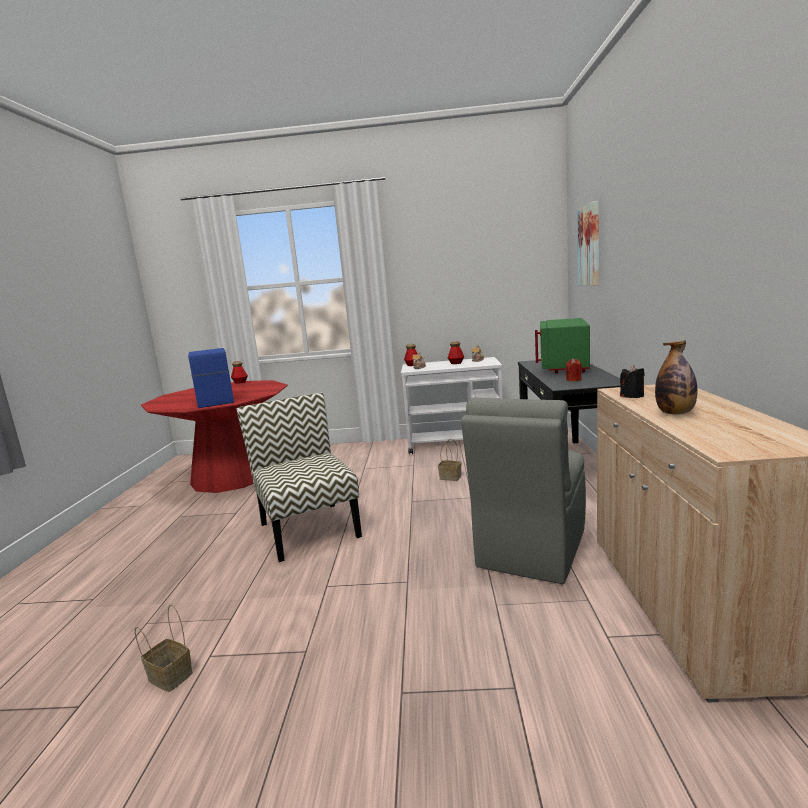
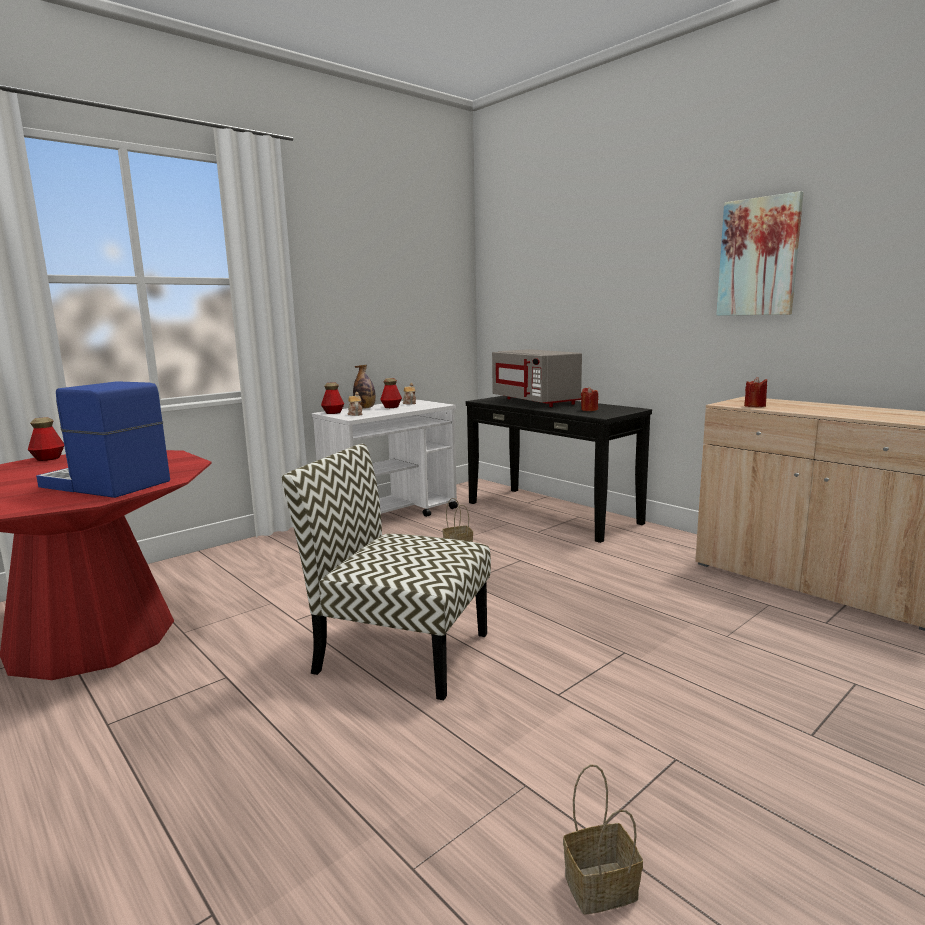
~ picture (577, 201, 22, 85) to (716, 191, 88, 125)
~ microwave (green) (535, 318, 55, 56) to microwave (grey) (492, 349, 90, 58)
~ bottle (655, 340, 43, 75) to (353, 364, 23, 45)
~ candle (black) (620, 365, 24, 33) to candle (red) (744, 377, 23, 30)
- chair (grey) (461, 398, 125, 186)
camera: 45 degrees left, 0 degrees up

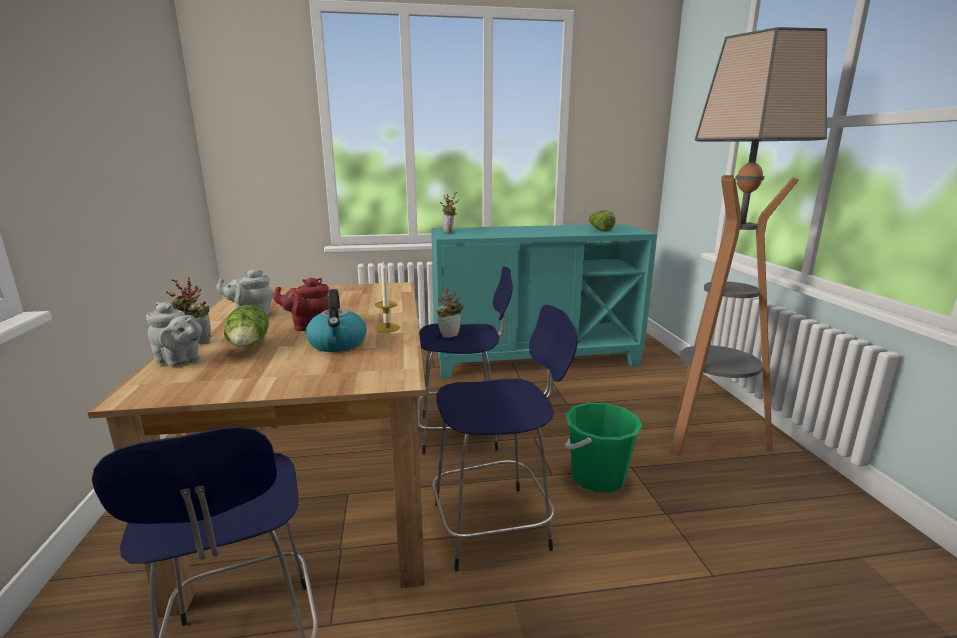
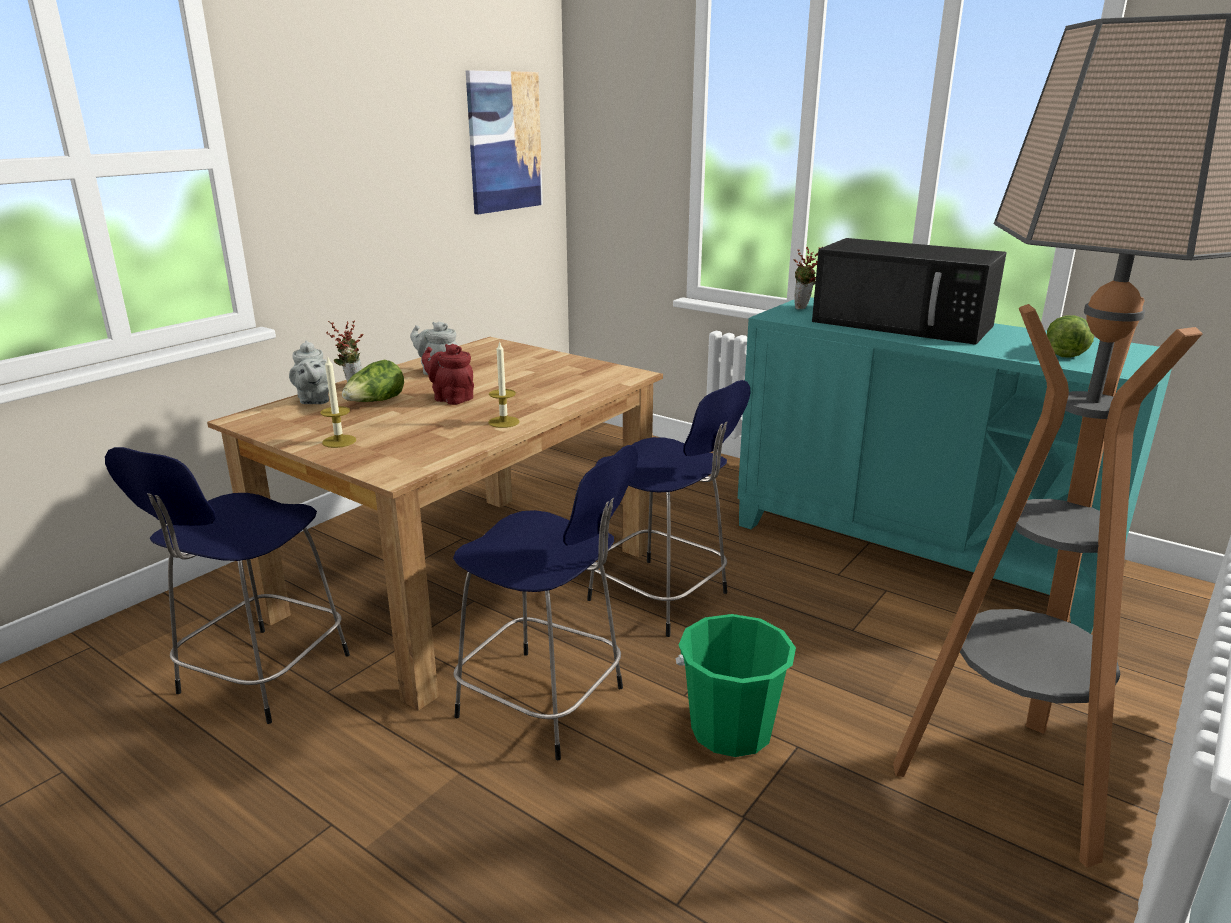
- potted plant (436, 285, 28, 53)
- kettle (306, 289, 61, 63)
+ picture (466, 71, 77, 143)
+ microwave (black) (812, 238, 195, 107)
+ candle (321, 358, 35, 90)
camera: 45 degrees right, 5 degrees up

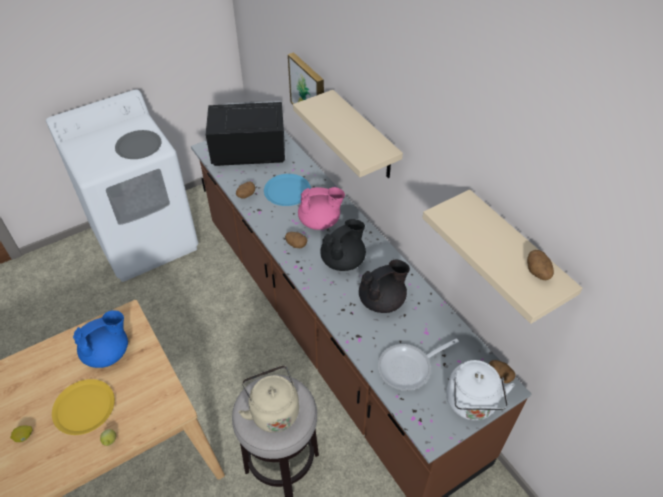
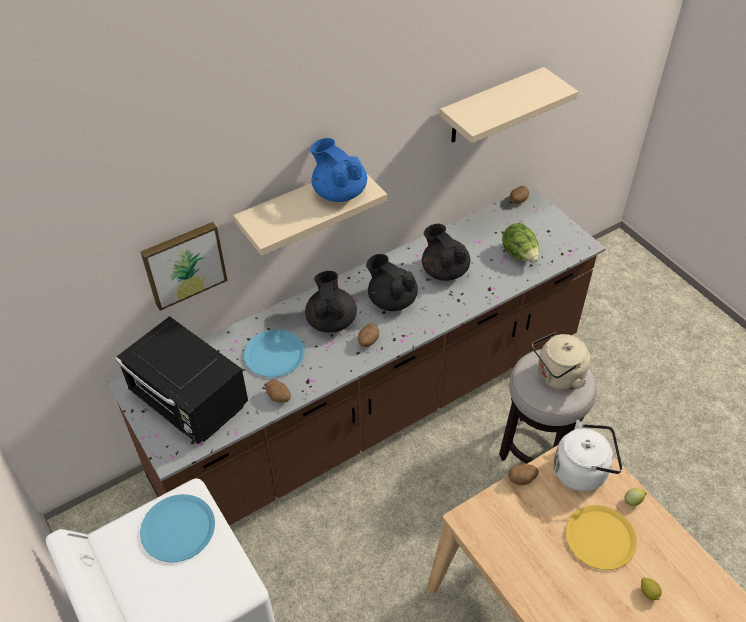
~ microwave (black) (206, 101, 79, 65) = (115, 316, 133, 128) 45 degrees counterclockwise
~ plate (grey) (115, 130, 47, 29) to plate (blue) (140, 494, 75, 68)
~ teapot (pink) (298, 187, 47, 43) to teapot (black) (305, 271, 52, 62)
~ potato (527, 250, 27, 30) to (508, 464, 31, 21)
~ teapot (blue) (73, 310, 55, 58) to (310, 138, 57, 64)
~ frying pan (378, 338, 81, 53) to lettuce (502, 223, 37, 39)
~ kettle (white) (446, 360, 69, 61) to (554, 420, 69, 72)
camera: 90 degrees left, 0 degrees up

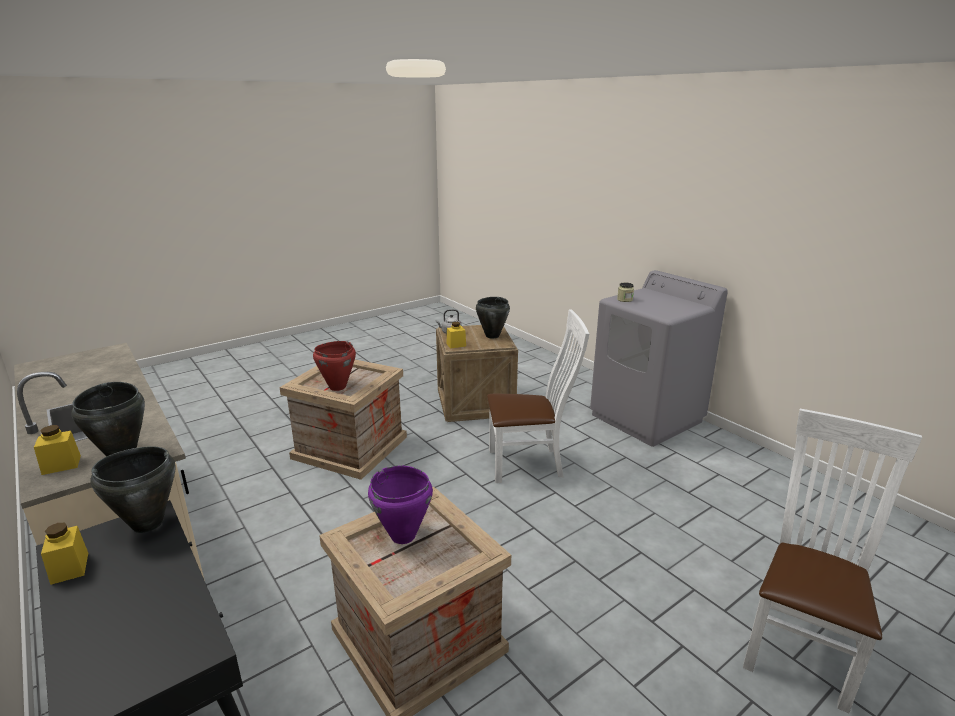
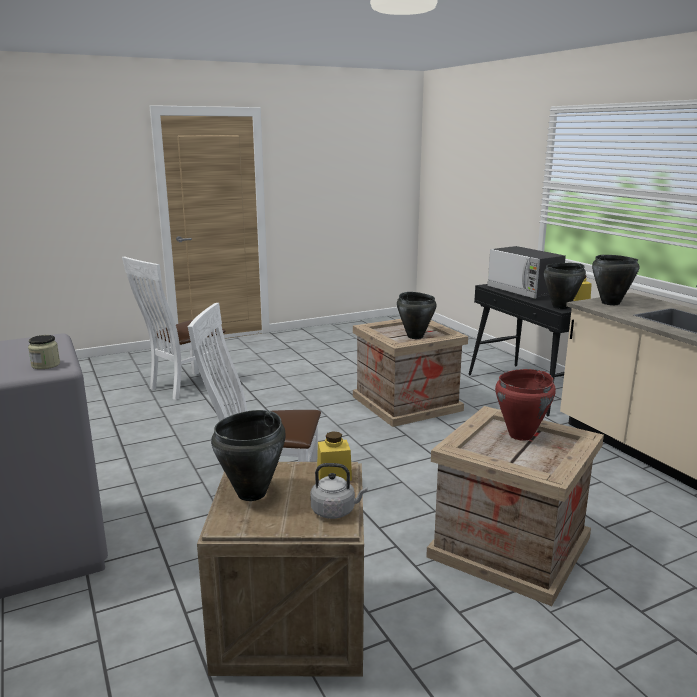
- jar (yellow) (34, 425, 47, 50)
~ cooking pot (purple) (368, 465, 65, 79) to cooking pot (black) (397, 292, 40, 47)
+ microwave (487, 246, 79, 53)
camera: 170 degrees left, 5 degrees down

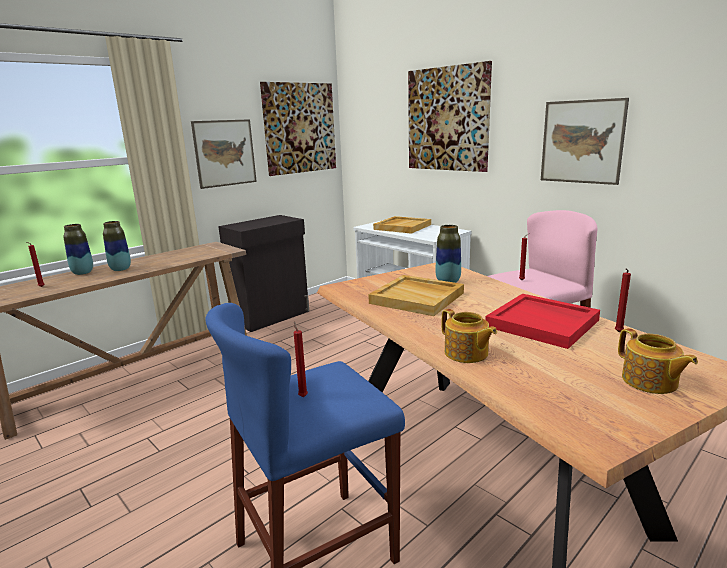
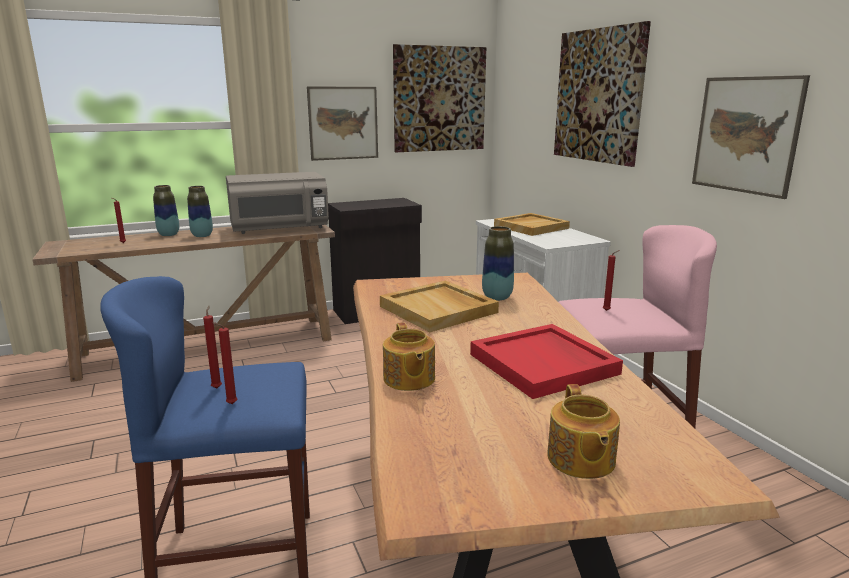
~ candle (red) (615, 268, 16, 64) to (212, 322, 25, 82)
+ microwave (grey) (226, 172, 103, 62)
camera: 20 degrees right, 0 degrees up

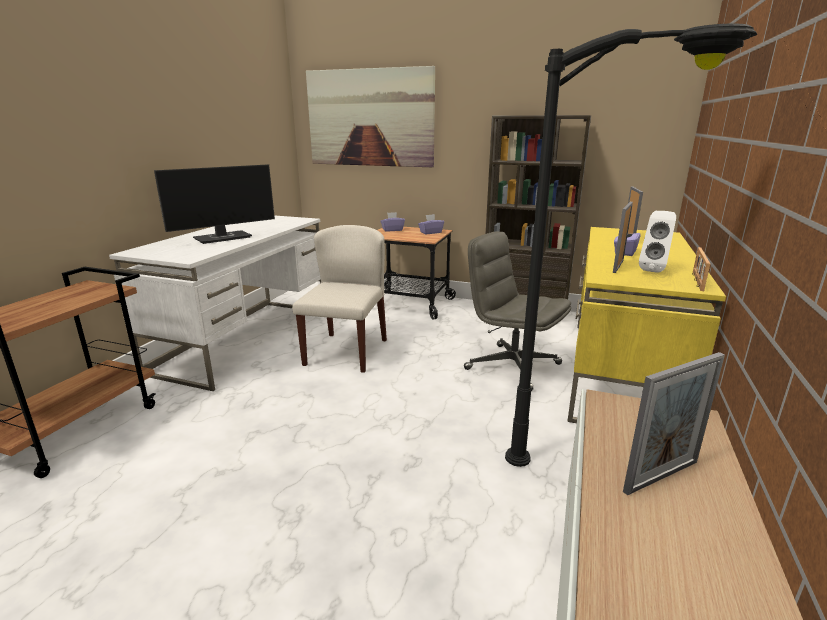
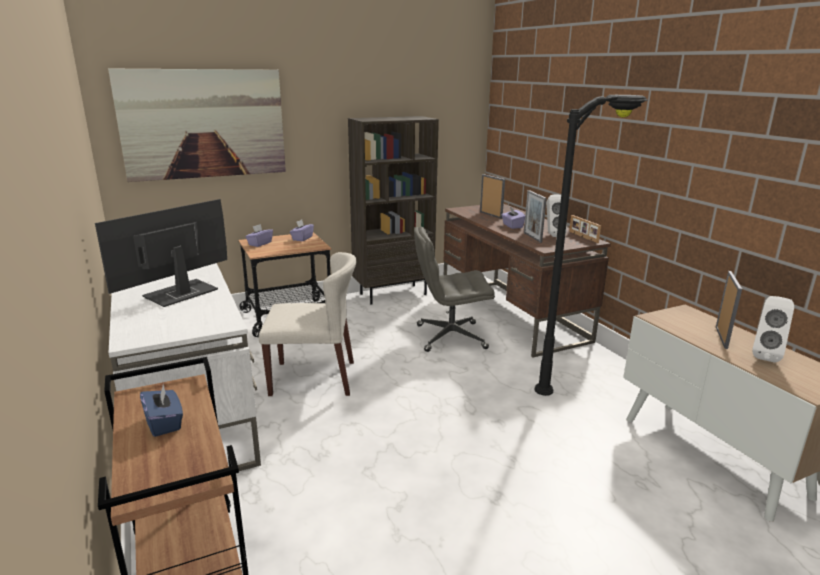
~ monitor (154, 164, 121, 80) = (95, 199, 132, 108) 150 degrees counterclockwise
~ chair (beige) (292, 225, 95, 148) = (259, 252, 97, 144) 120 degrees clockwise
~ desk (yellow) (567, 227, 159, 196) to desk (brown) (444, 204, 167, 154)
+ speaker (white) (752, 296, 42, 66)
+ tissue box (blue) (140, 382, 43, 55)
camera: 45 degrees left, 0 degrees up

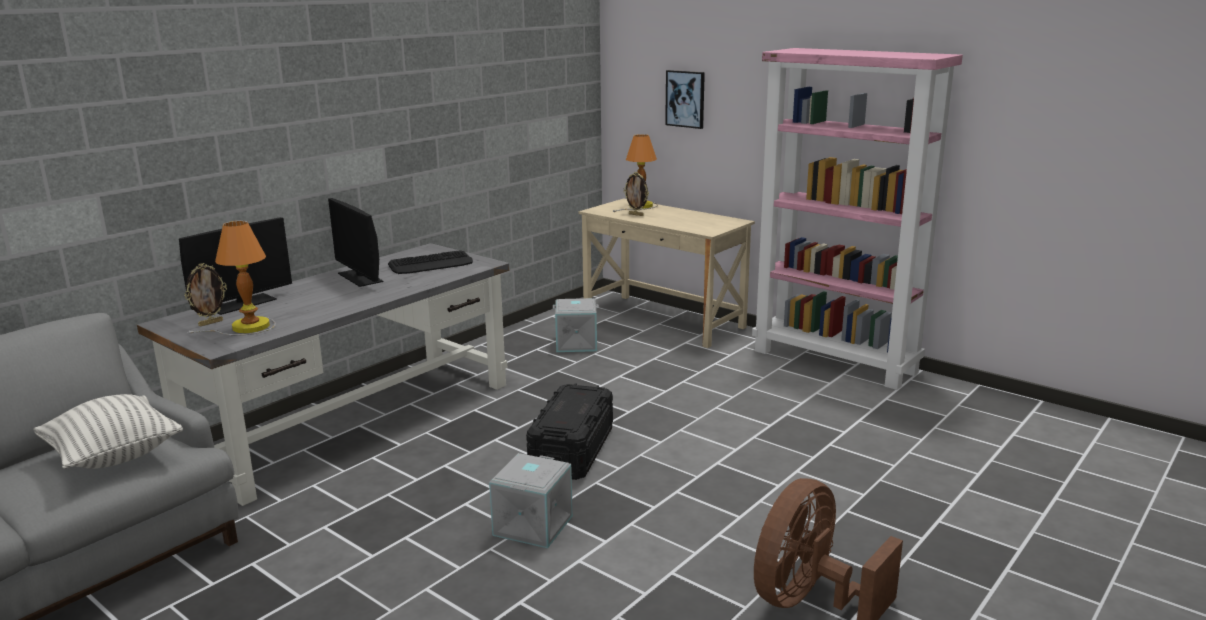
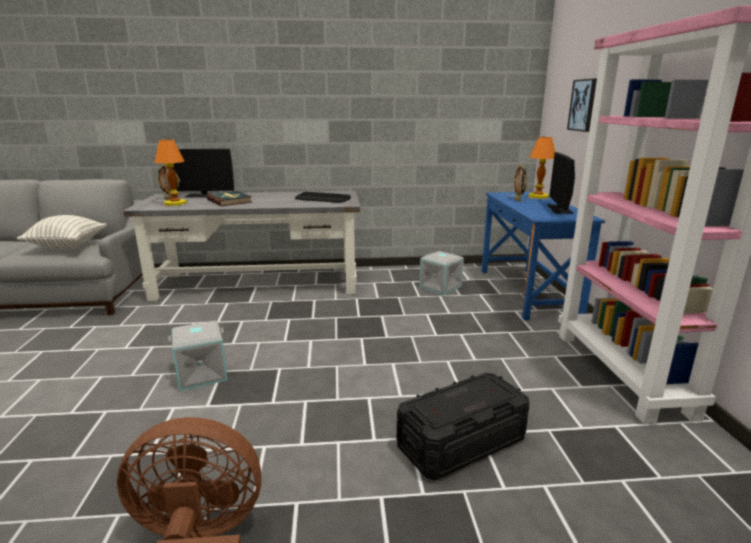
~ monitor (328, 198, 55, 89) to (547, 152, 28, 62)
~ desk (beige) (579, 198, 176, 150) to desk (blue) (482, 192, 123, 128)
~ storage box (black) (526, 383, 87, 97) to (397, 373, 132, 108)
+ book (206, 191, 46, 15)
camera: 45 degrees right, 0 degrees up

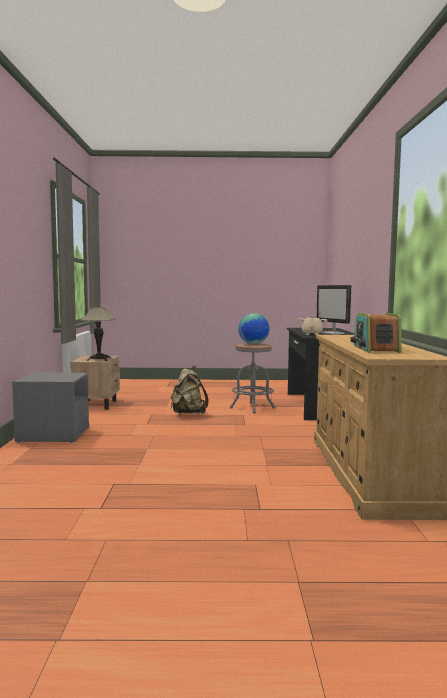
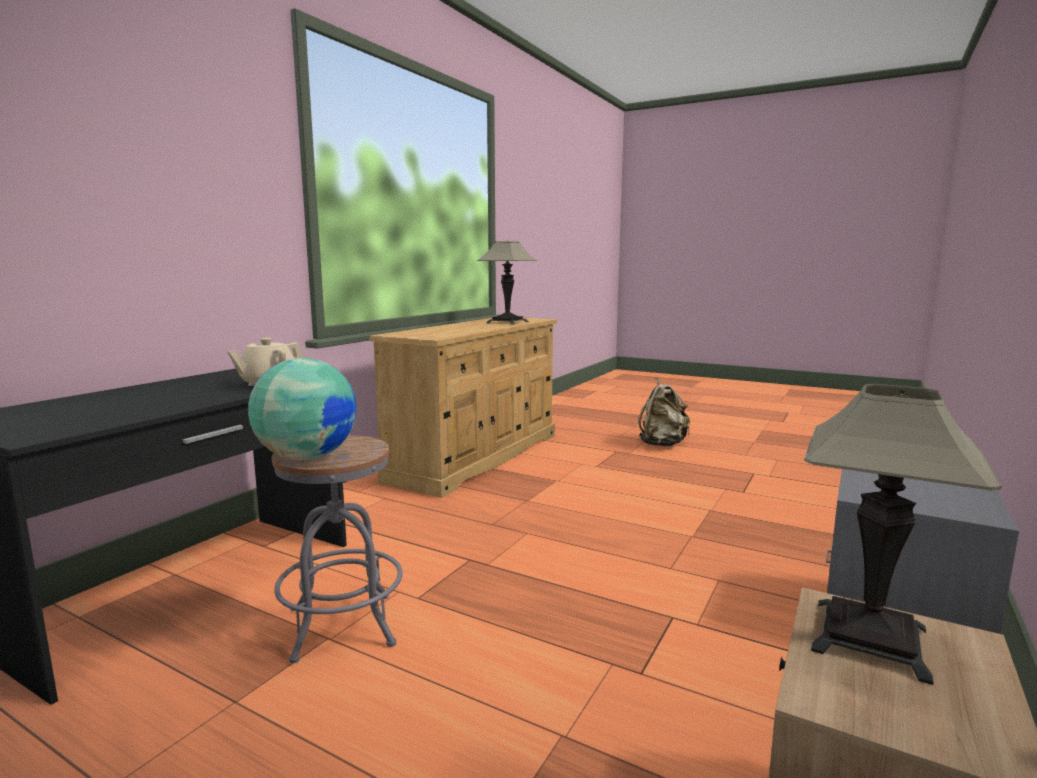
- monitor (316, 285, 35, 49)
~ radio (350, 312, 52, 41) to table lamp (477, 240, 60, 85)
~ backpack (beige) (171, 366, 37, 48) to (638, 377, 52, 70)
camera: 150 degrees left, 5 degrees up

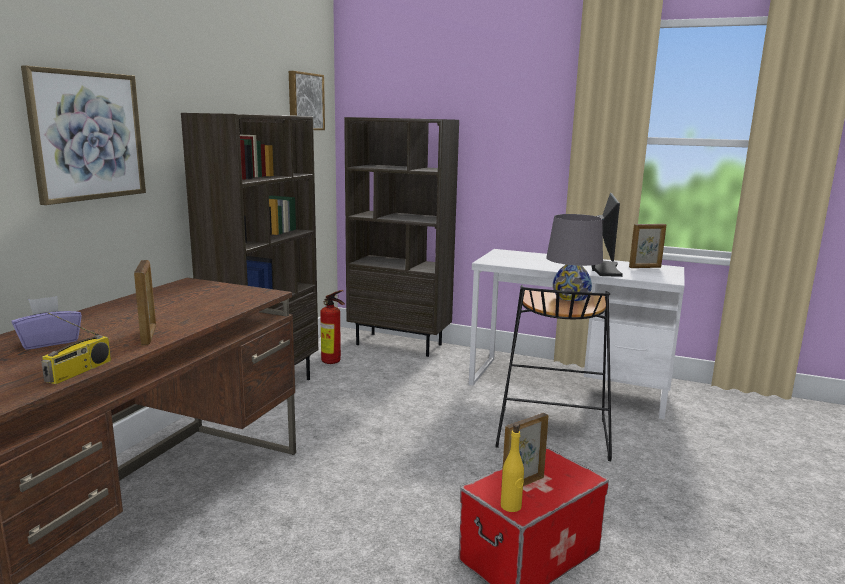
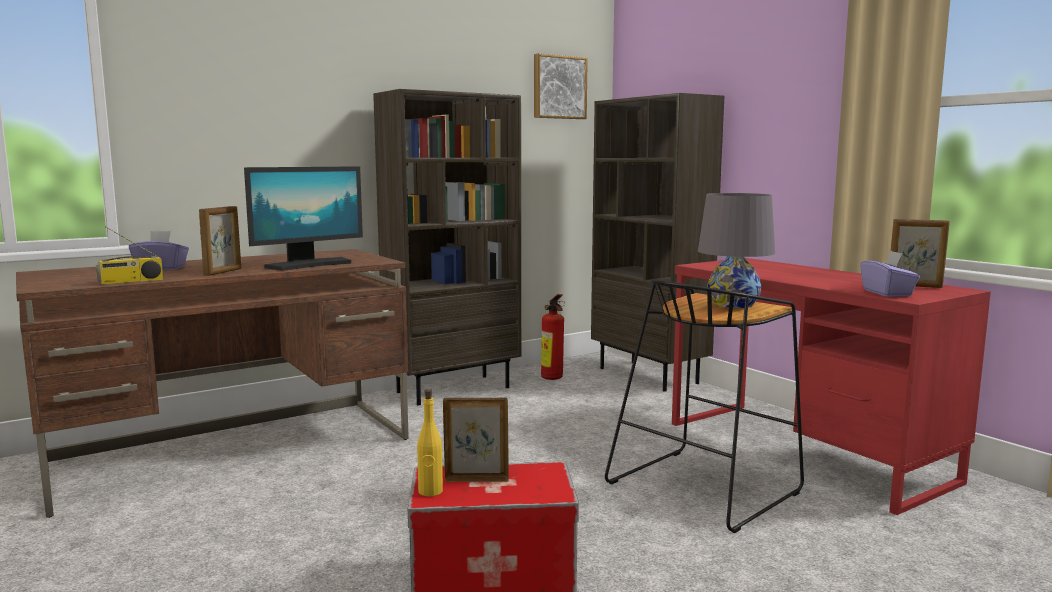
- picture (21, 66, 125, 139)
~ monitor (592, 193, 31, 84) to (244, 166, 119, 105)
~ desk (white) (469, 249, 215, 170) to desk (red) (672, 258, 319, 257)
+ tissue box (purple) (860, 251, 60, 46)
camera: 35 degrees right, 5 degrees down

